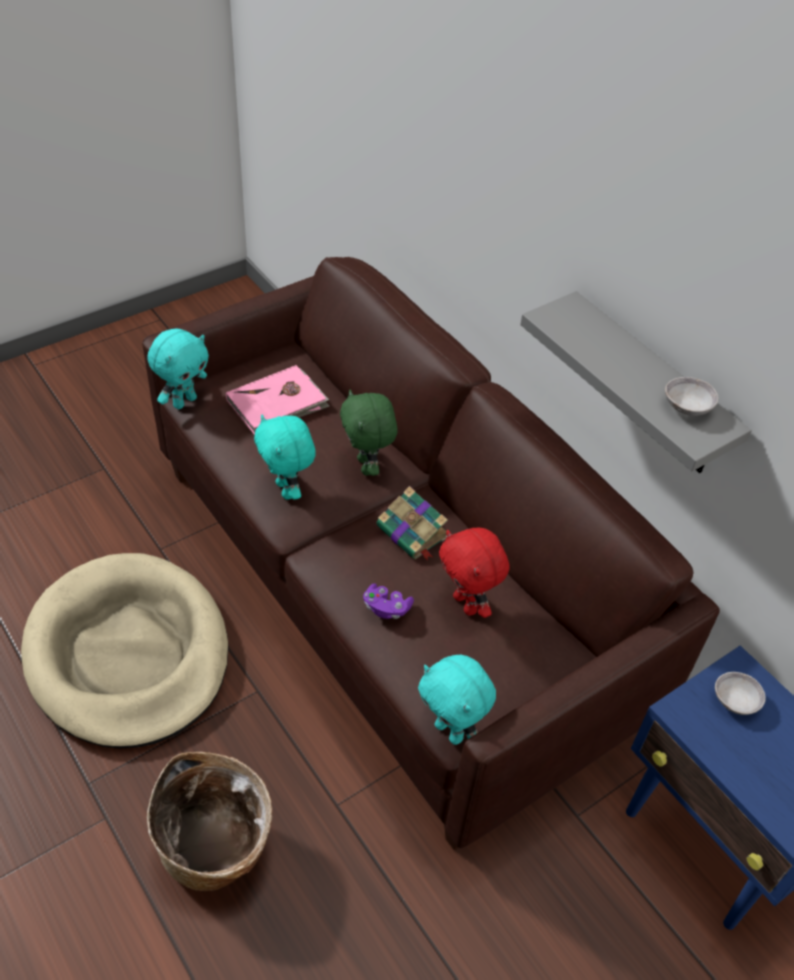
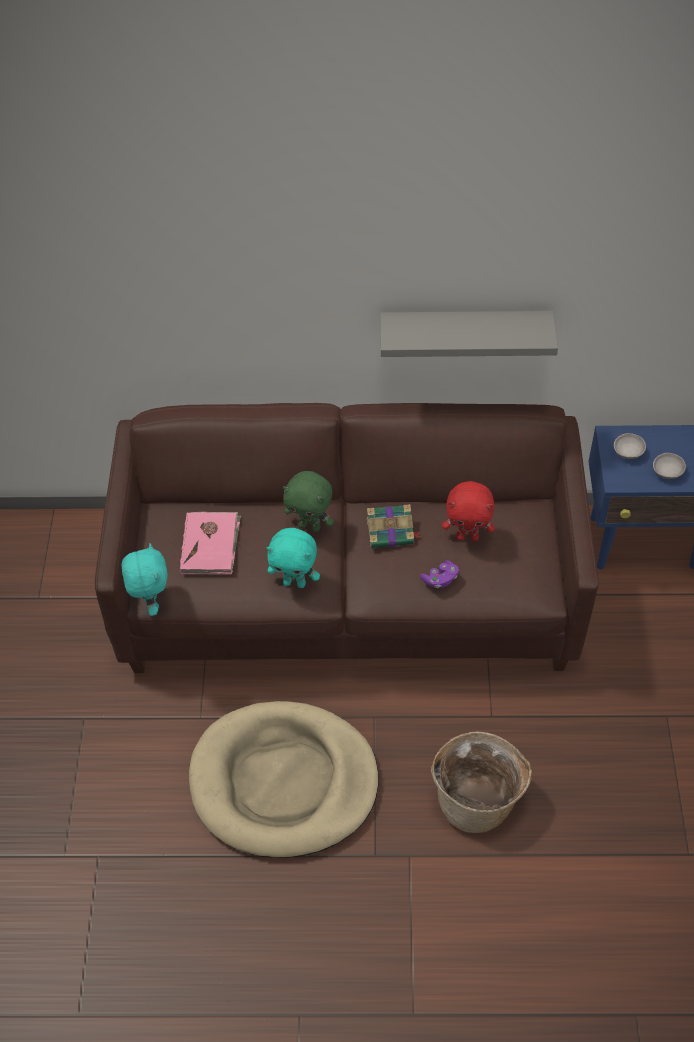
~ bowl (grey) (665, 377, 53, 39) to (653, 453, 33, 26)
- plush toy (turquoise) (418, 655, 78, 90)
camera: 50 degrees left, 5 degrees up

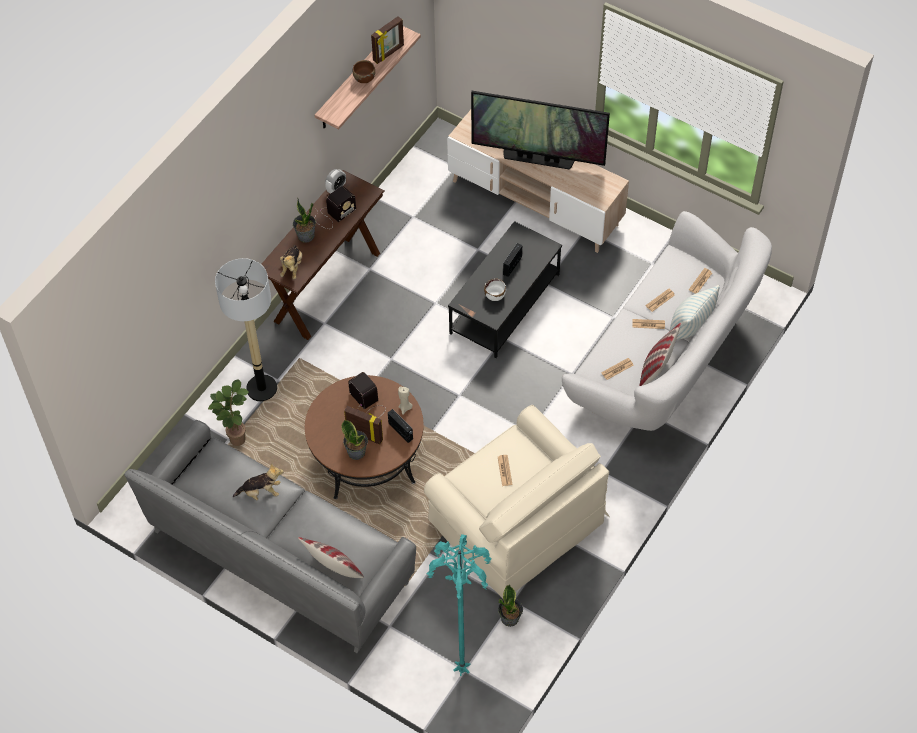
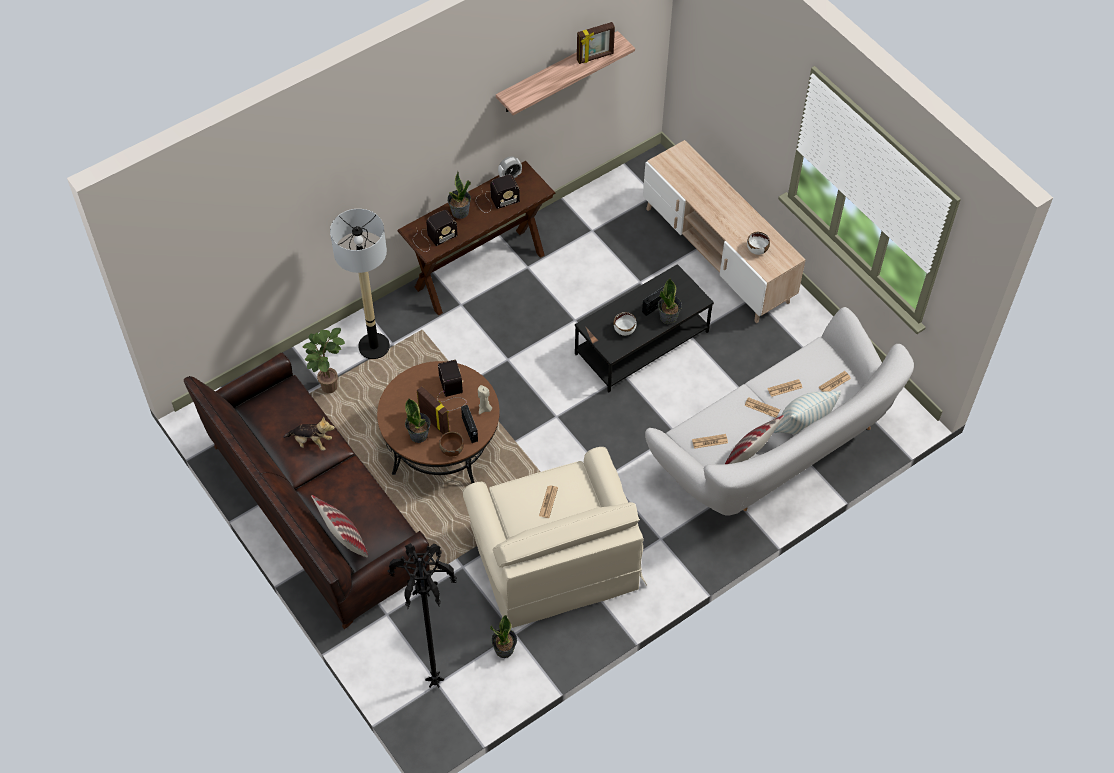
~ bowl (brown) (353, 60, 22, 23) to (439, 432, 25, 25)
- television (471, 91, 139, 79)
~ plush toy (280, 245, 22, 34) to radio (413, 210, 45, 42)
~ sofa (grey) (124, 420, 292, 233) to sofa (brown) (184, 353, 246, 276)
~ floor lamp (turquoise) (427, 534, 65, 142) to floor lamp (black) (387, 543, 70, 145)
+ bowl (white) (747, 232, 23, 23)
+ potted plant (658, 278, 24, 47)
camera: 20 degrees right, 0 degrees up

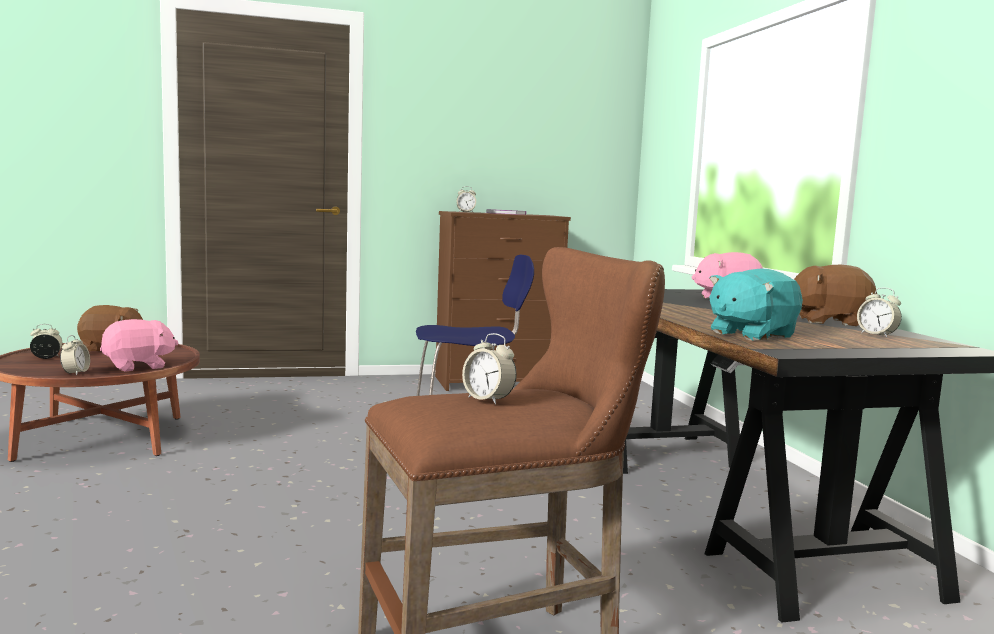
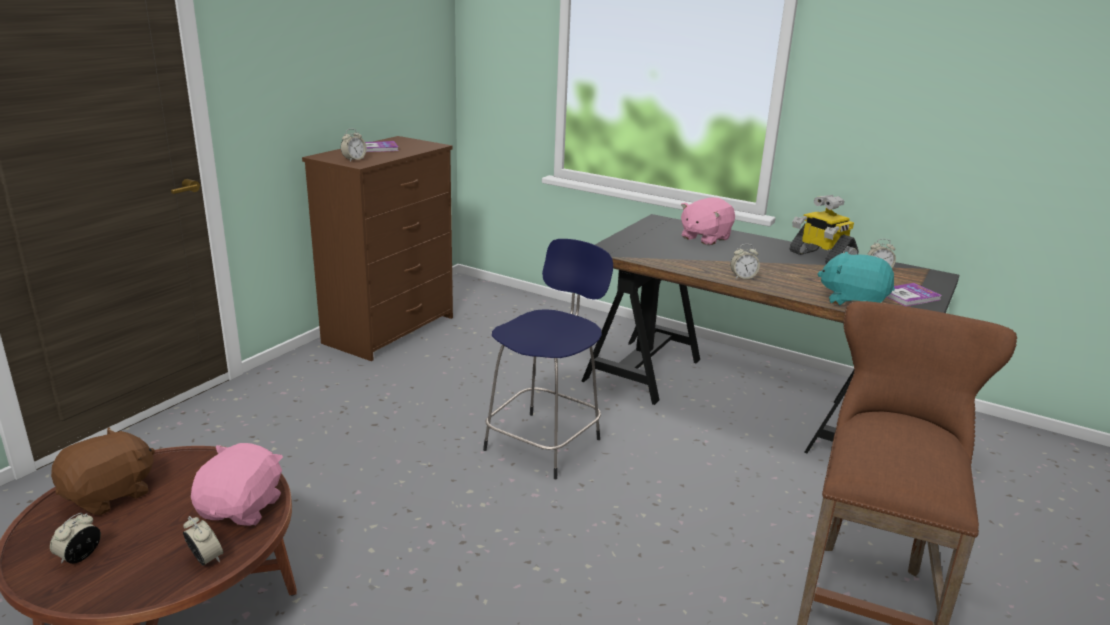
~ plush toy (brown) (794, 265, 83, 61) to toy robot (789, 195, 70, 69)
~ plush toy (turquoise) (709, 269, 94, 72) = (818, 252, 77, 54) 105 degrees clockwise
~ alarm clock (462, 333, 55, 71) to (730, 244, 30, 35)
+ book (887, 283, 55, 23)
camera: 45 degrees left, 15 degrees up

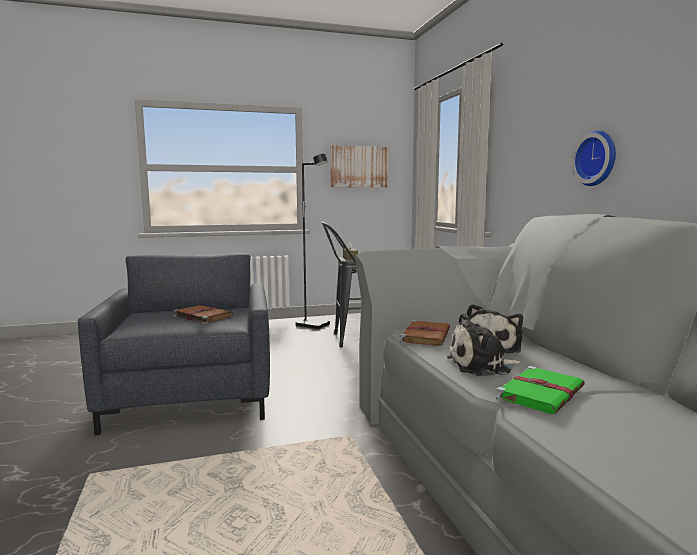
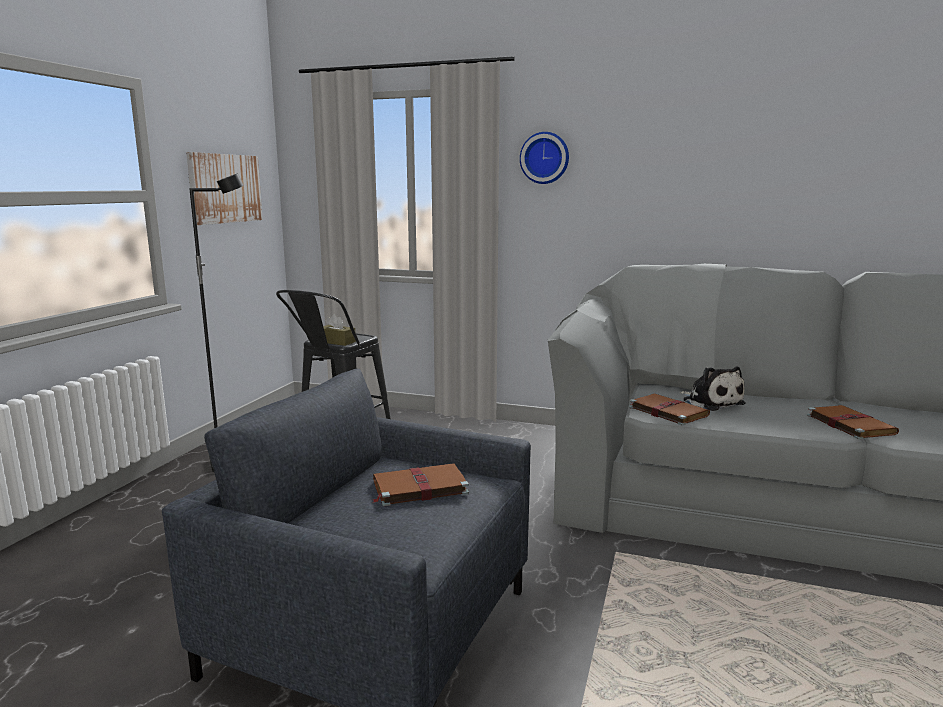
~ wall clock (571, 130, 45, 56) to (520, 132, 49, 52)
- plush toy (447, 313, 76, 63)
~ book (green) (496, 366, 89, 48) to book (brown) (807, 405, 92, 34)
camera: 55 degrees left, 5 degrees up

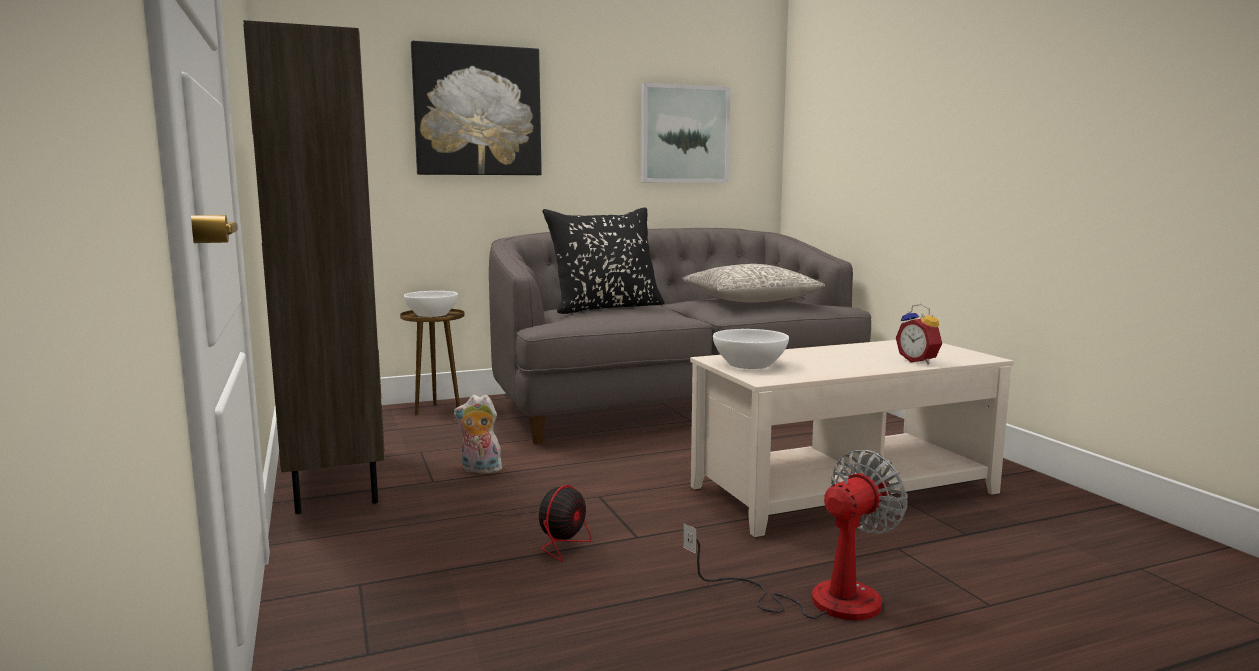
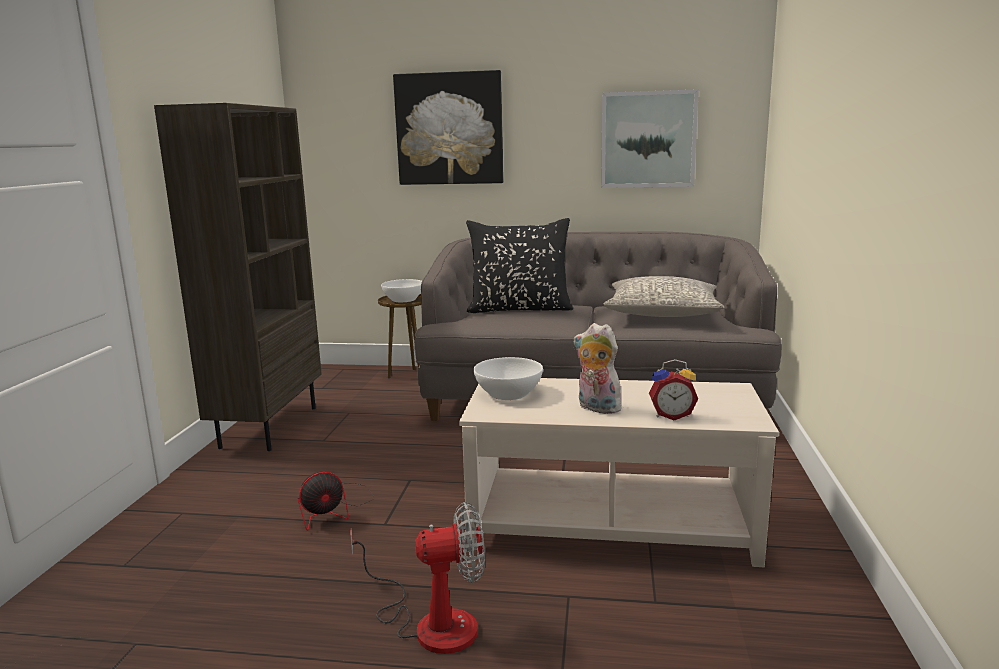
~ alarm clock (896, 304, 46, 60) = (649, 359, 49, 61) 90 degrees counterclockwise
~ plush toy (454, 394, 48, 80) to (573, 323, 54, 91)
camera: 30 degrees right, 5 degrees up

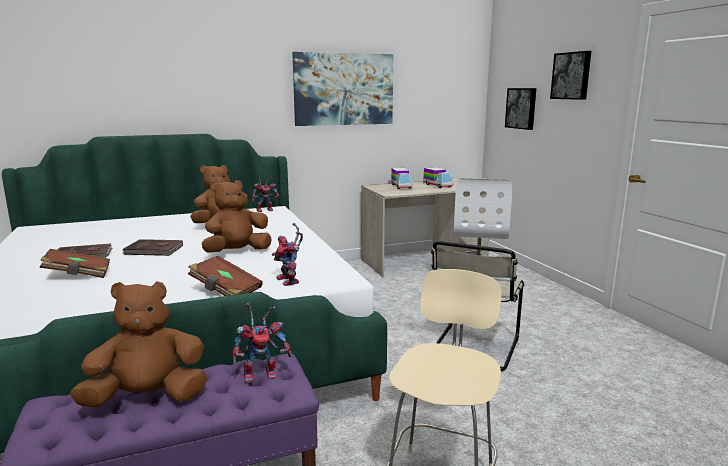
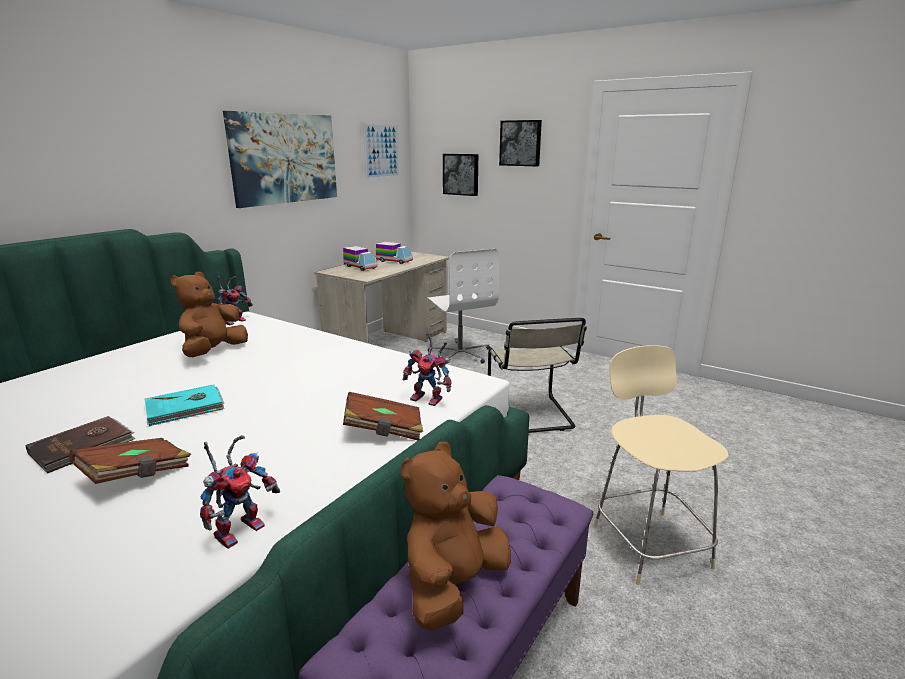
- plush toy (brown) (202, 180, 69, 73)
~ book (brown) (123, 239, 60, 17) to book (turquoise) (145, 384, 79, 42)
~ toy robot (232, 303, 60, 80) to (200, 435, 80, 114)
+ picture (363, 123, 37, 57)
camera: 35 degrees left, 5 degrees up

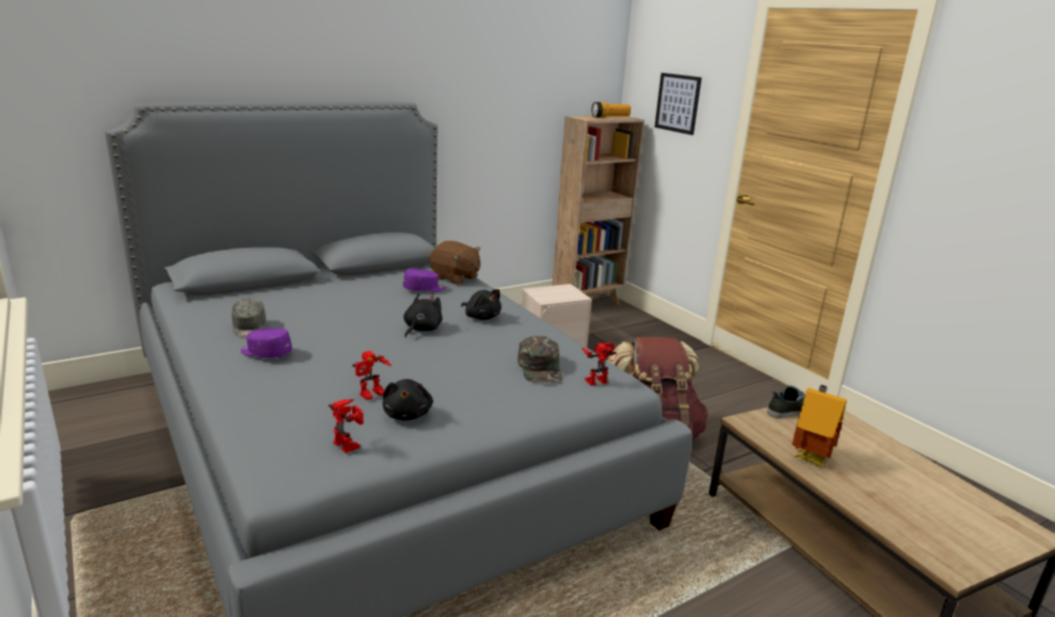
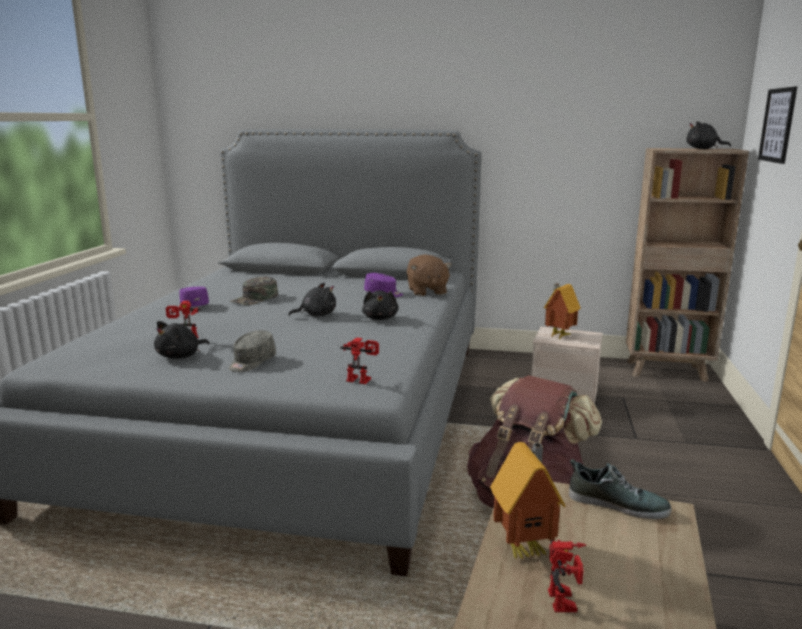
~ flashlight (591, 102, 40, 16) to plush toy (black) (687, 121, 44, 28)
~ cap (grey) (232, 298, 34, 40) to (229, 330, 47, 42)
~ cap (green) (518, 336, 45, 46) to (230, 277, 48, 28)
~ toy robot (329, 399, 34, 54) to (548, 540, 38, 72)
+ toy house (544, 283, 36, 56)
camera: 45 degrees right, 5 degrees down

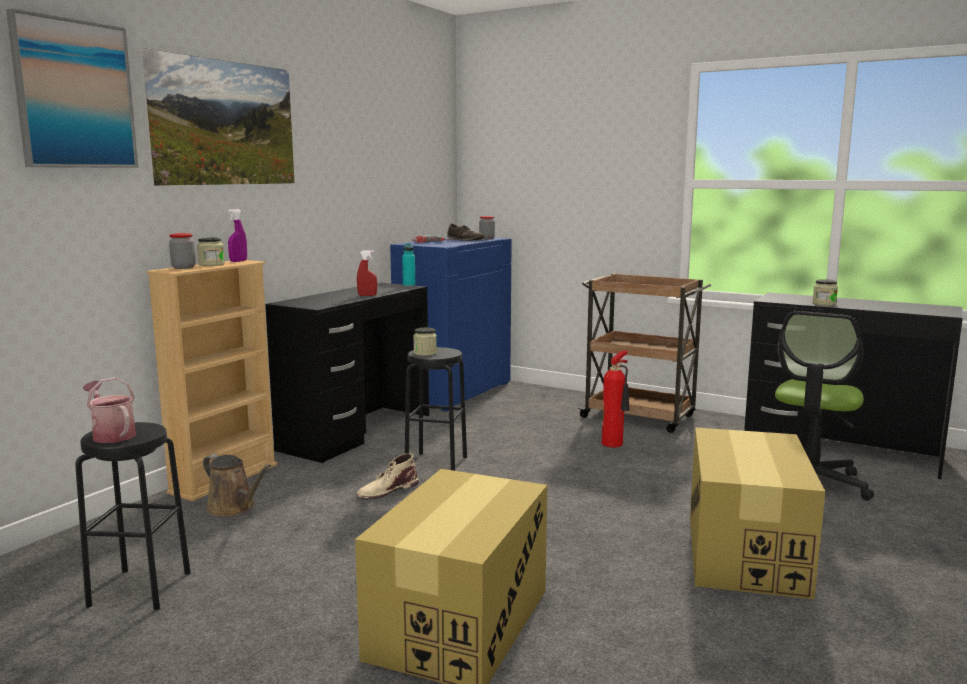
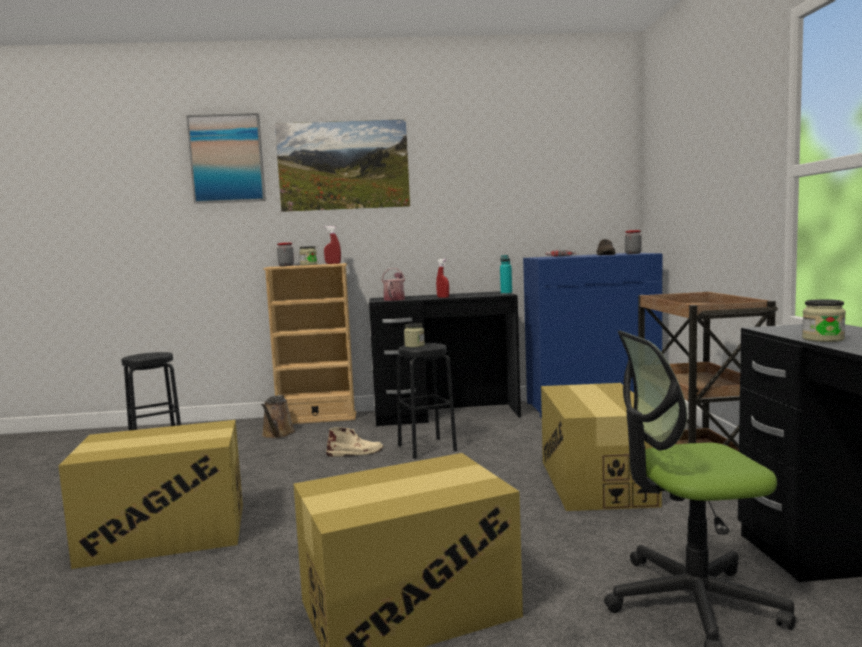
~ spray bottle (purple) (228, 209, 19, 53) to spray bottle (red) (324, 226, 17, 38)
~ fire extinguisher (602, 350, 28, 97) to cardboard box (541, 383, 121, 128)
~ watering can (83, 377, 53, 66) to (382, 268, 23, 33)
~ boot (beige) (357, 453, 62, 47) = (326, 427, 58, 30) 150 degrees clockwise
camera: 55 degrees right, 5 degrees down

